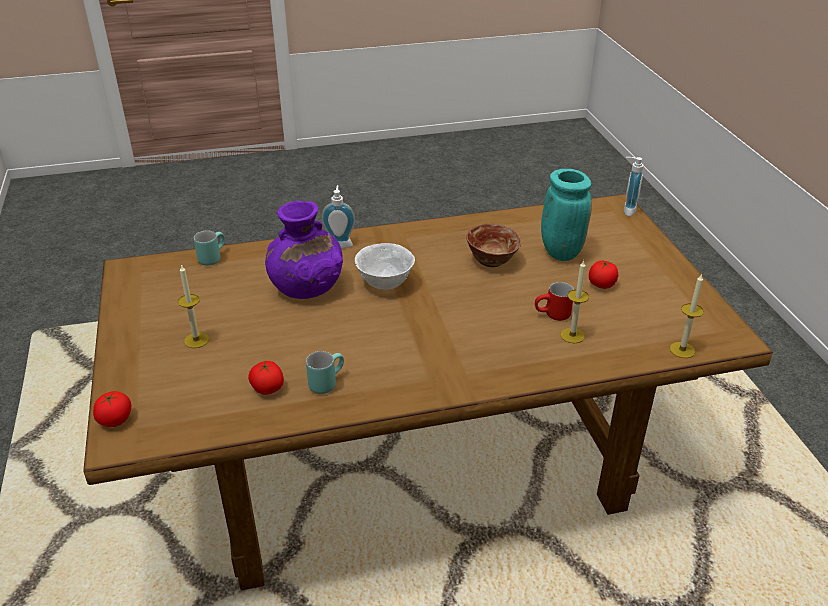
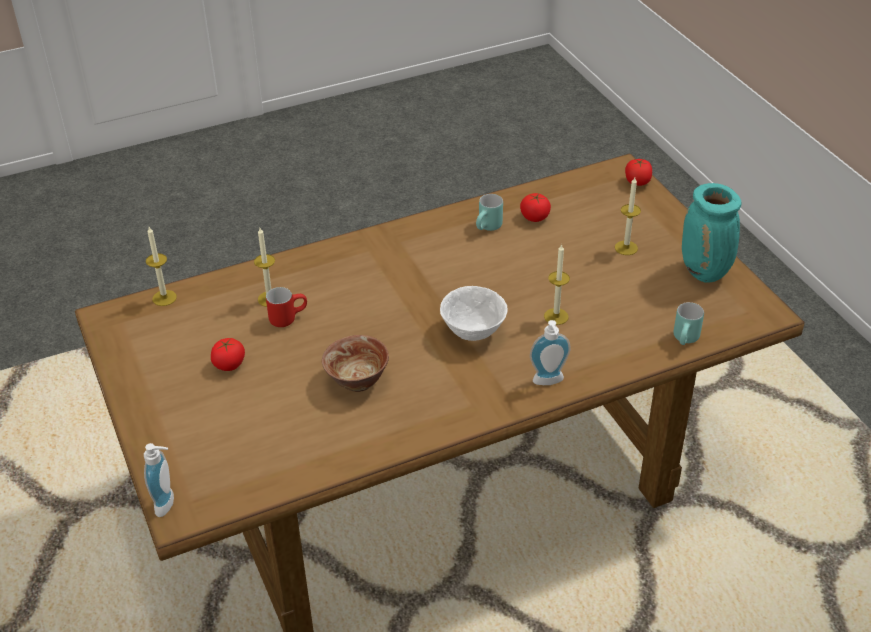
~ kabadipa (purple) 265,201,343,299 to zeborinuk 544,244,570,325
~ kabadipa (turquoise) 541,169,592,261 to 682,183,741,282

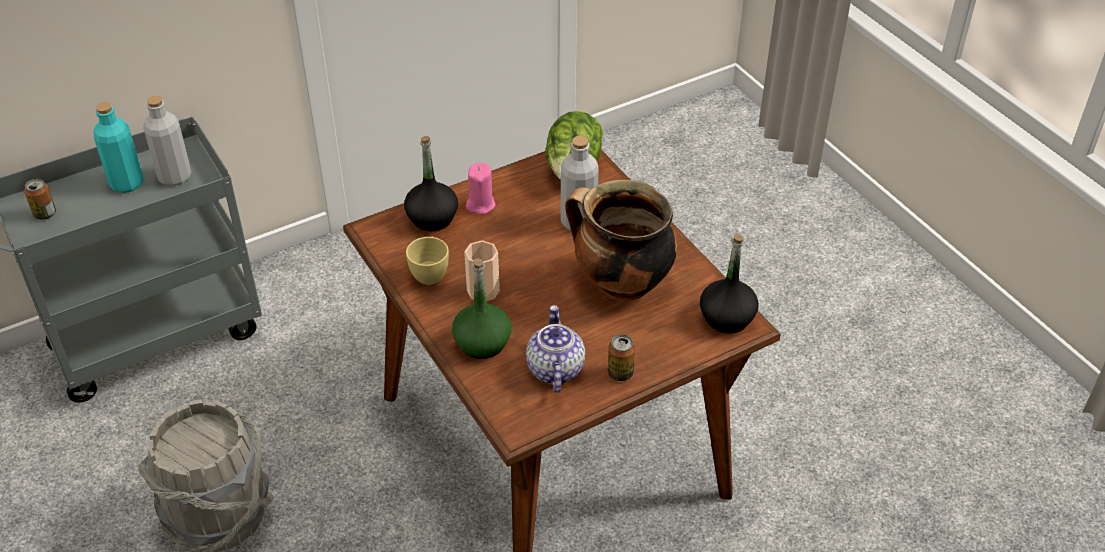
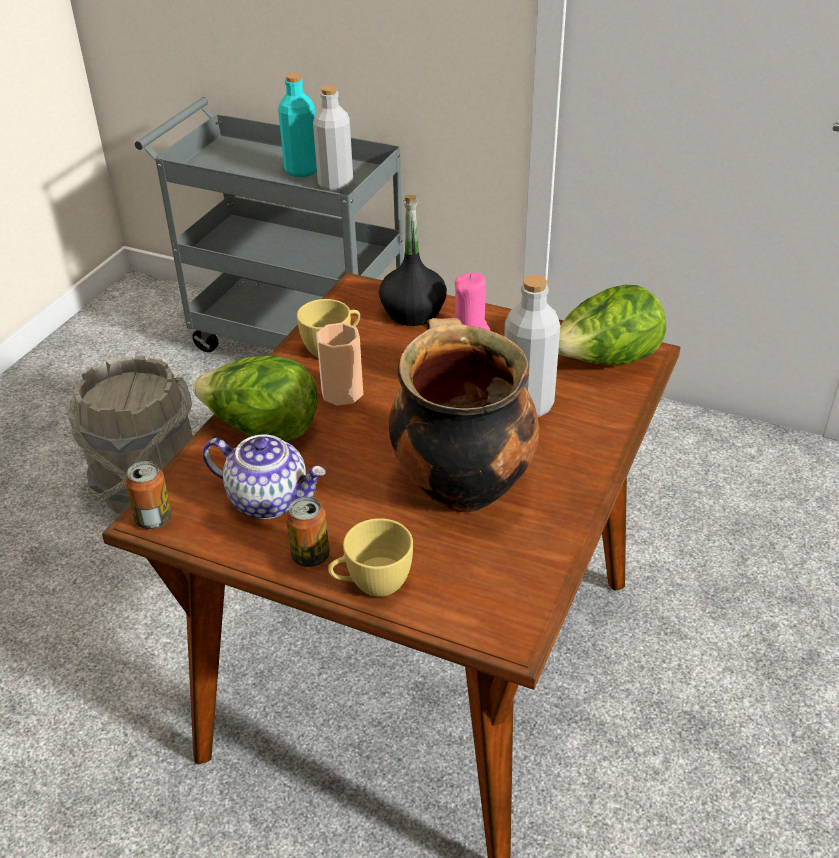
~ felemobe 24,179,56,220 to 125,461,172,529
~ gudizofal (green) 452,258,511,359 to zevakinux 193,356,317,441
~ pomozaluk 526,305,585,393 = 203,434,326,519 60 degrees clockwise
- gudizofal (black) 700,234,759,334
+ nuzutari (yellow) 328,518,413,597

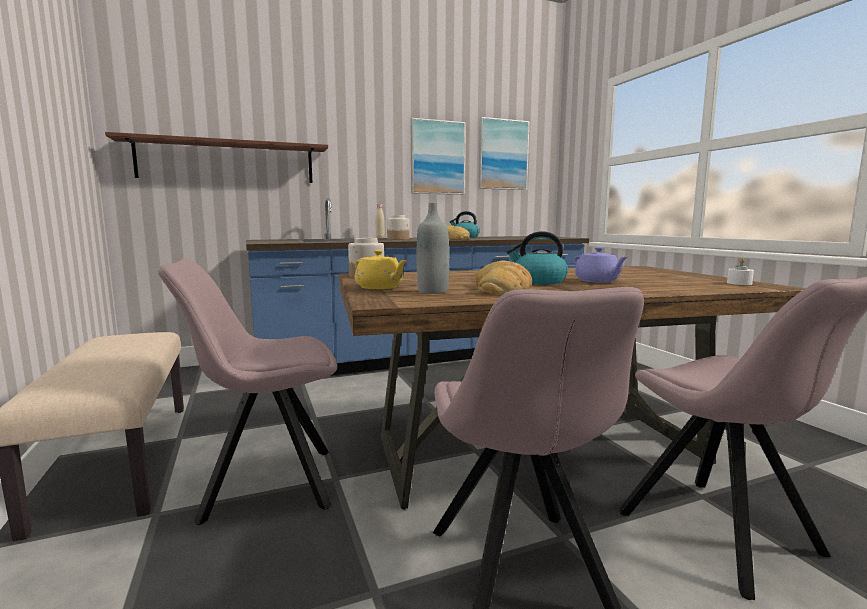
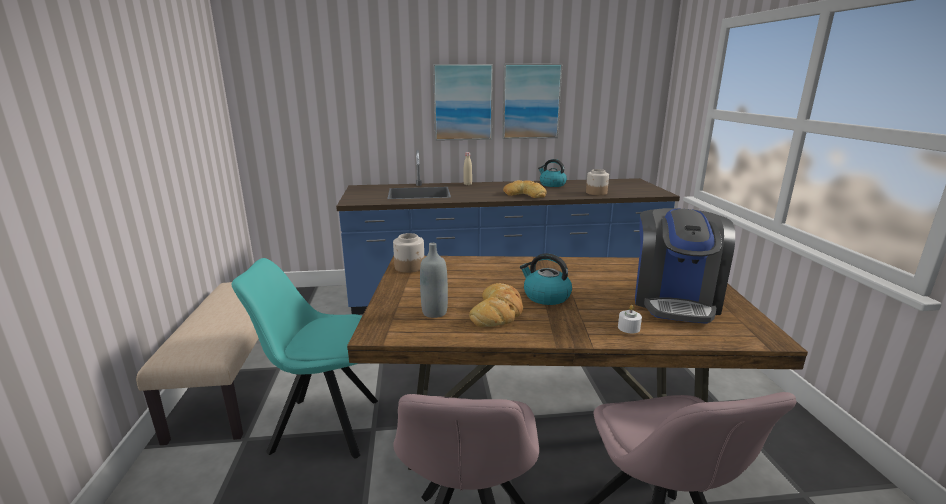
- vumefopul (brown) 105,132,328,183
~ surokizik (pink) 158,259,337,525 to surokizik (turquoise) 232,258,378,459
- pomozaluk (yellow) 355,250,408,289
~ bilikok 387,215,409,240 to 586,169,609,195
~ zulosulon 478,117,529,190 to 433,64,493,141
- pomozaluk (purple) 574,247,628,283
~ zeborinuk (white) 727,258,754,285 to 618,305,642,333
+ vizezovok 635,208,735,324

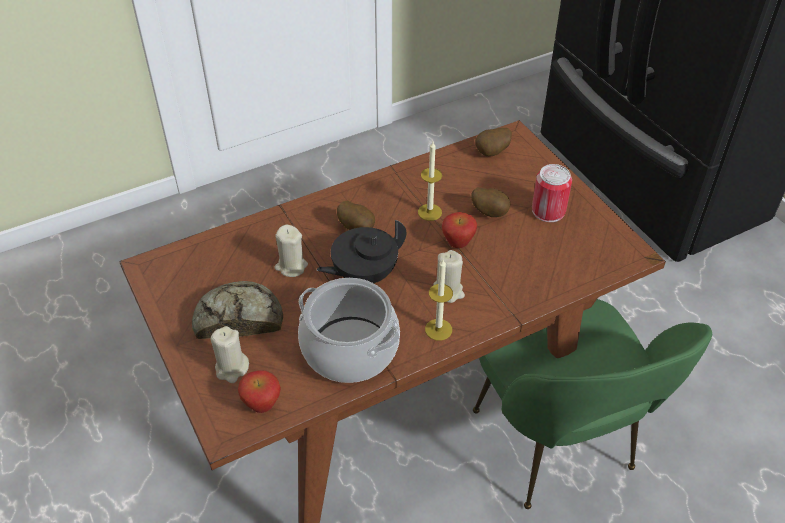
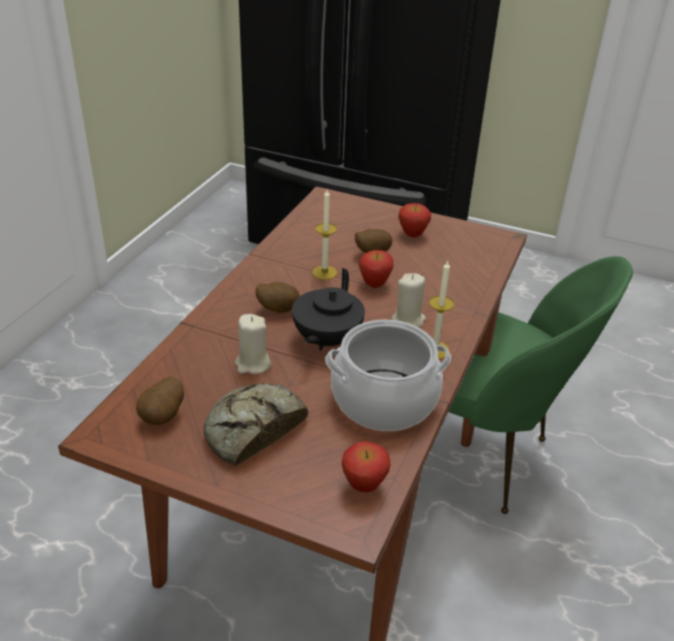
- zeborinuk (beige) 211,326,249,383
~ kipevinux 475,128,512,156 to 136,377,184,425
~ felemobe 532,164,572,222 to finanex 398,203,431,238

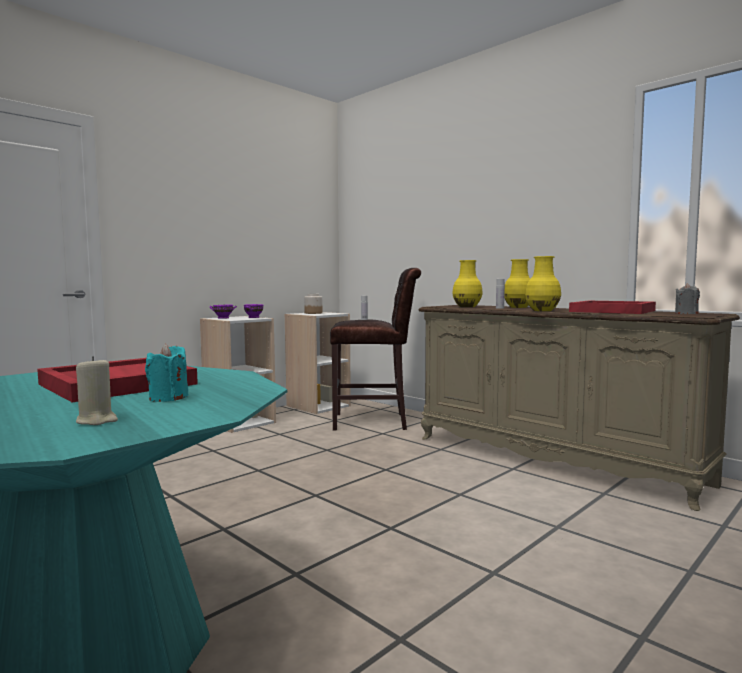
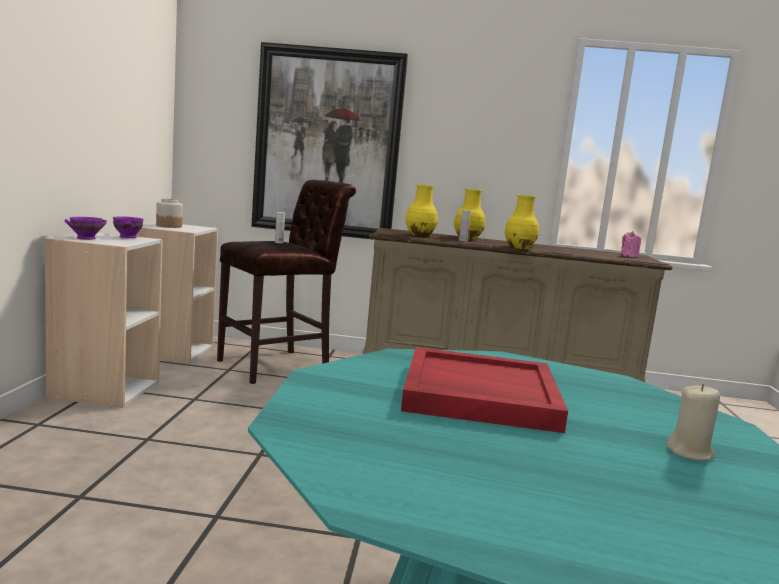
- zeborinuk (turquoise) 145,344,188,402
- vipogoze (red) 569,301,656,314
~ zeborinuk (grey) 675,284,700,314 to zeborinuk (pink) 621,231,641,257
+ zulosulon 251,42,408,240

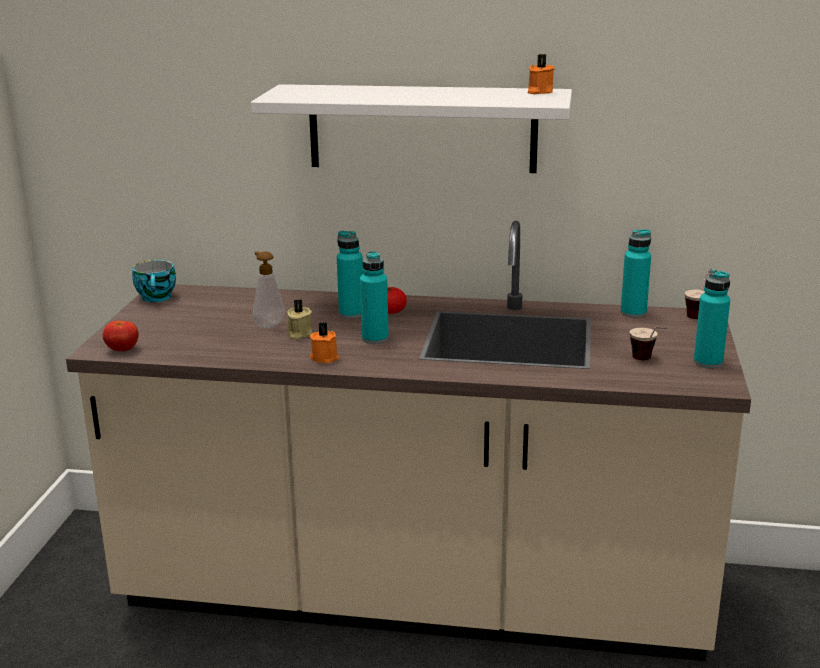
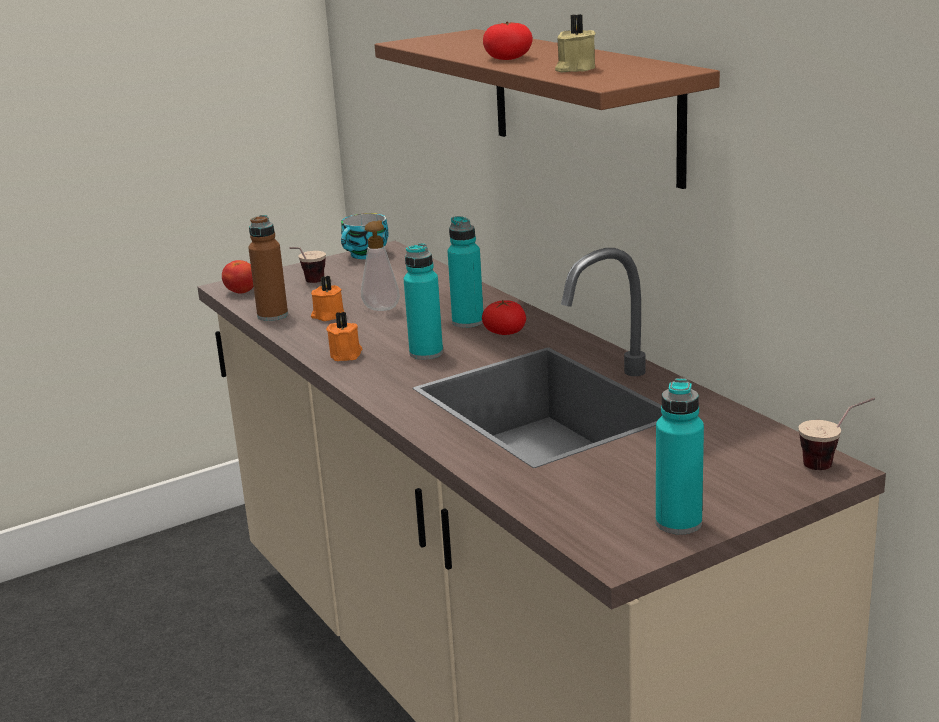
~ vumefopul (white) 251,84,572,173 to vumefopul (brown) 375,29,720,189
~ zeborinuk (beige) 287,299,312,340 to 555,14,595,73
~ zeborinuk (orange) 528,54,555,94 to 311,275,344,321
- gudizofal (turquoise) 621,229,651,318
~ nuzutari 630,327,667,360 to 289,247,326,283
+ gudizofal (brown) 248,215,288,321
+ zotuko 483,22,533,60

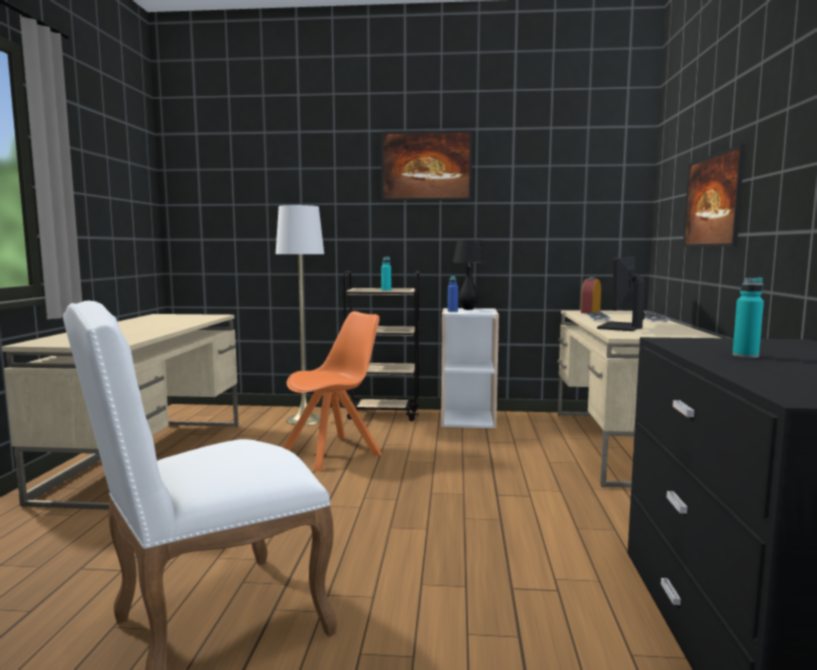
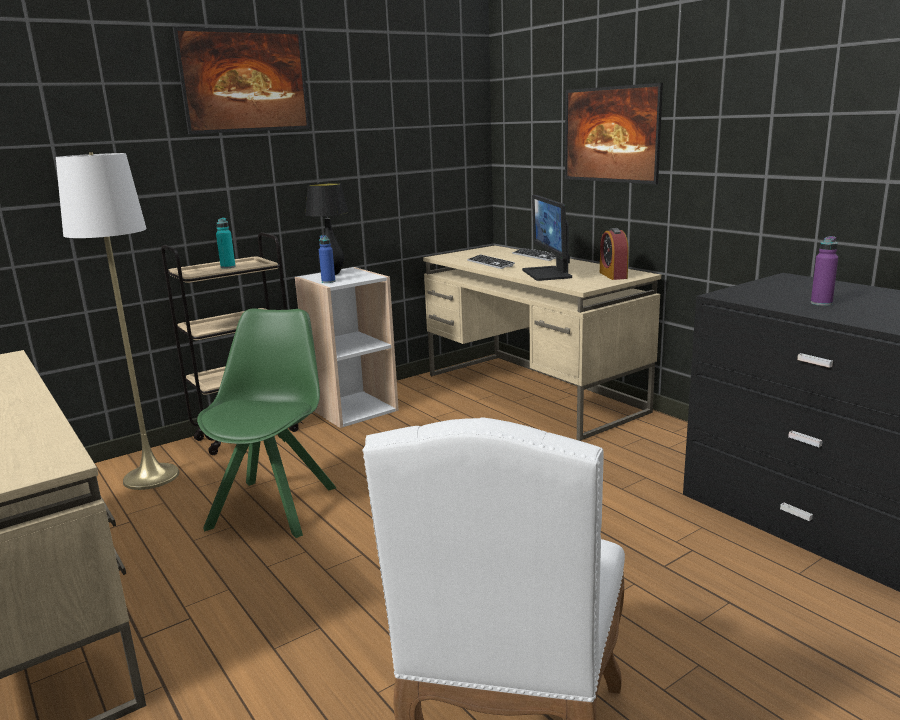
~ surokizik (orange) 284,311,382,471 to surokizik (green) 197,308,336,538
~ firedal 581,277,601,314 to 600,228,629,280
~ gudizofal (turquoise) 732,278,764,358 to gudizofal (purple) 811,236,838,306

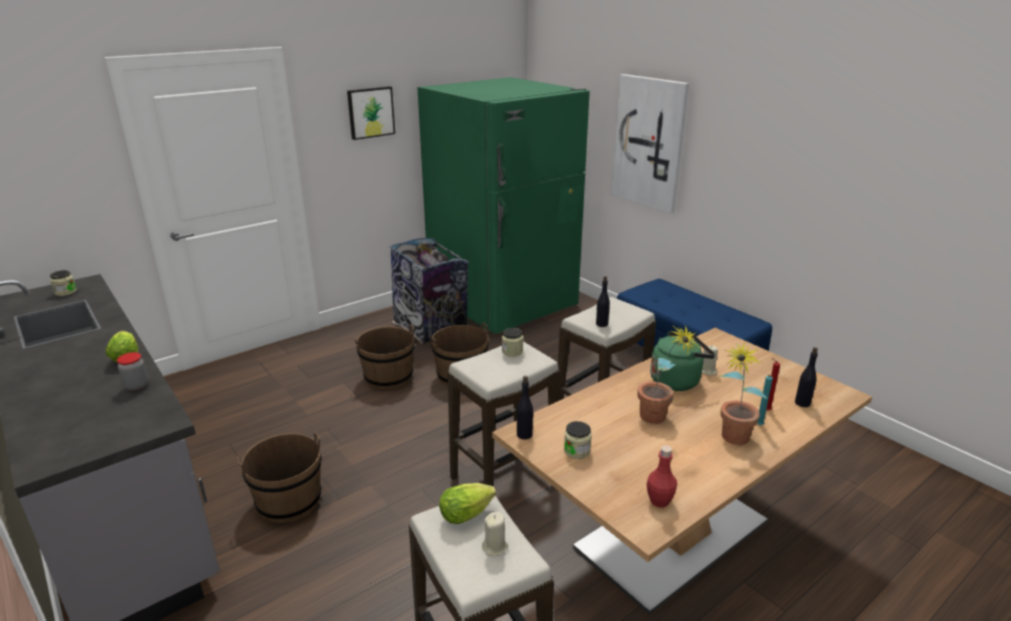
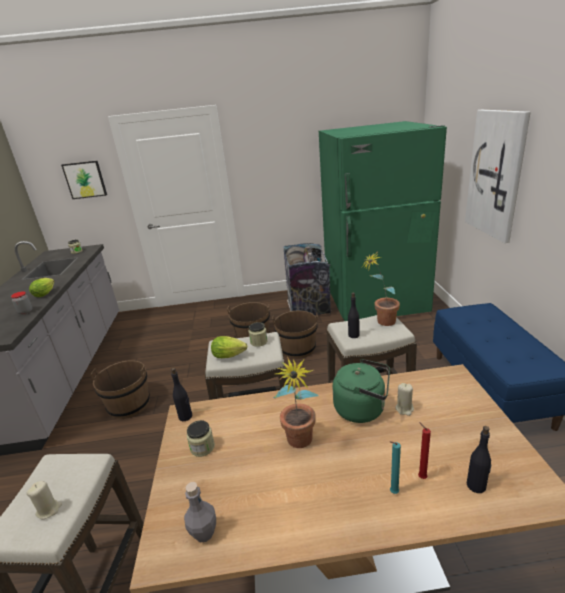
~ zulosulon 347,86,395,140 to 61,161,107,199
~ zevakinux 439,483,496,524 to 211,336,247,358
~ gudizofal (red) 647,445,677,507 to gudizofal (grey) 184,482,216,542
~ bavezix 719,341,767,445 to 362,253,400,326

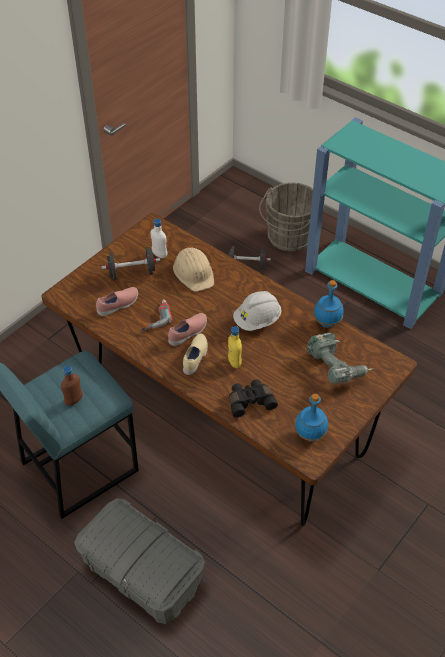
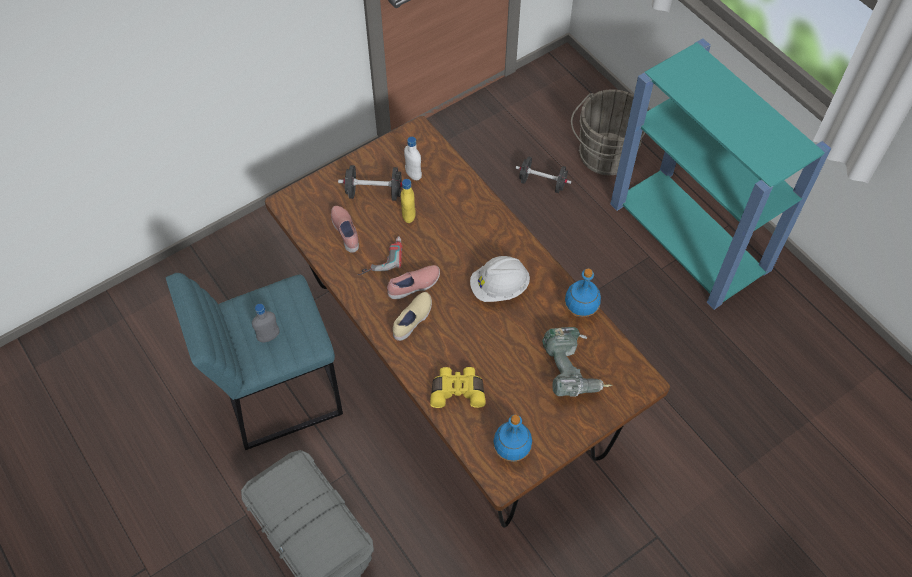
~ gudizofal (brown) 61,366,83,406 to gudizofal (grey) 252,304,279,343
~ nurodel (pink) 96,287,138,316 = 331,206,359,253 90 degrees counterclockwise
- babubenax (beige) 173,248,214,292
~ gudizofal (yellow) 228,326,242,368 to 401,179,416,223
~ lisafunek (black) 229,379,278,418 to lisafunek (yellow) 430,367,485,408

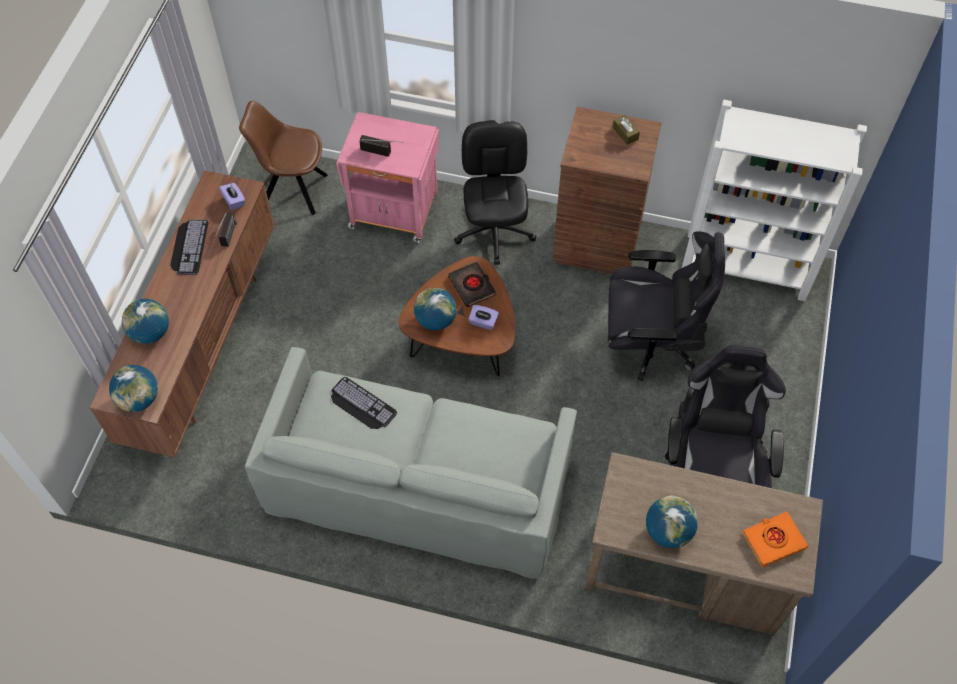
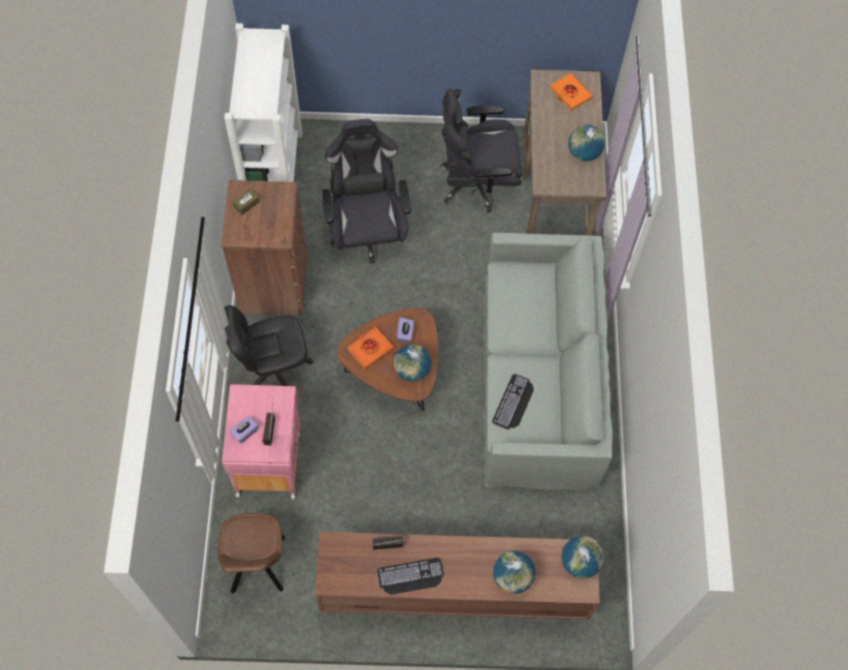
~ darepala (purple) 219,183,245,211 to 230,416,259,443
~ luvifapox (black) 448,262,496,307 to luvifapox (orange) 347,327,394,370

